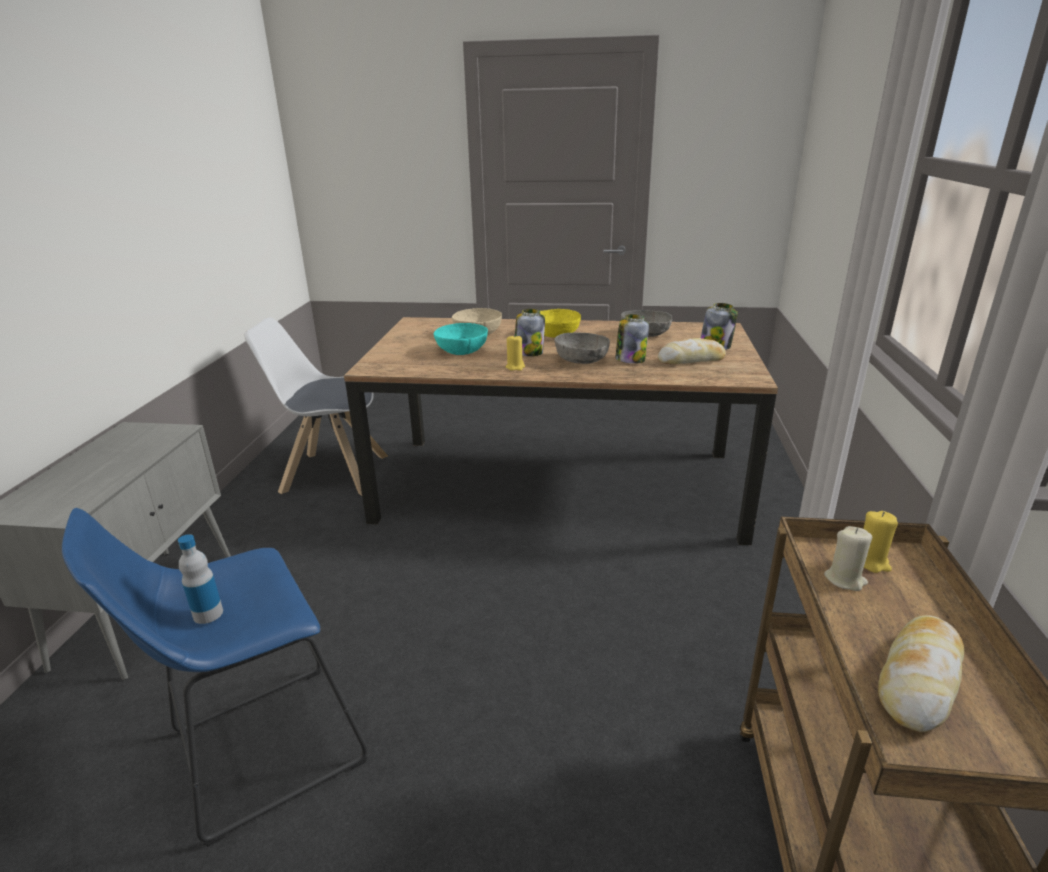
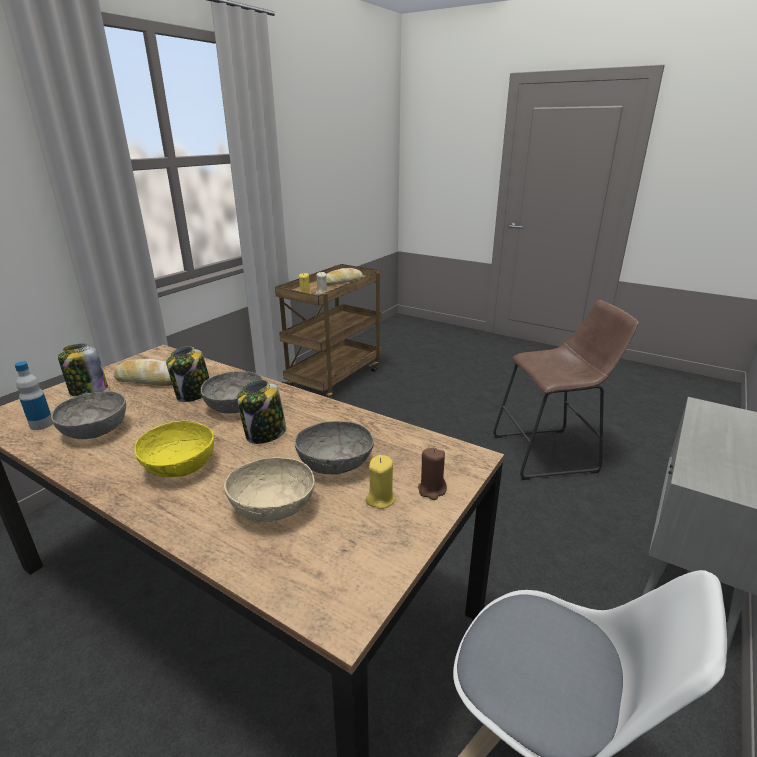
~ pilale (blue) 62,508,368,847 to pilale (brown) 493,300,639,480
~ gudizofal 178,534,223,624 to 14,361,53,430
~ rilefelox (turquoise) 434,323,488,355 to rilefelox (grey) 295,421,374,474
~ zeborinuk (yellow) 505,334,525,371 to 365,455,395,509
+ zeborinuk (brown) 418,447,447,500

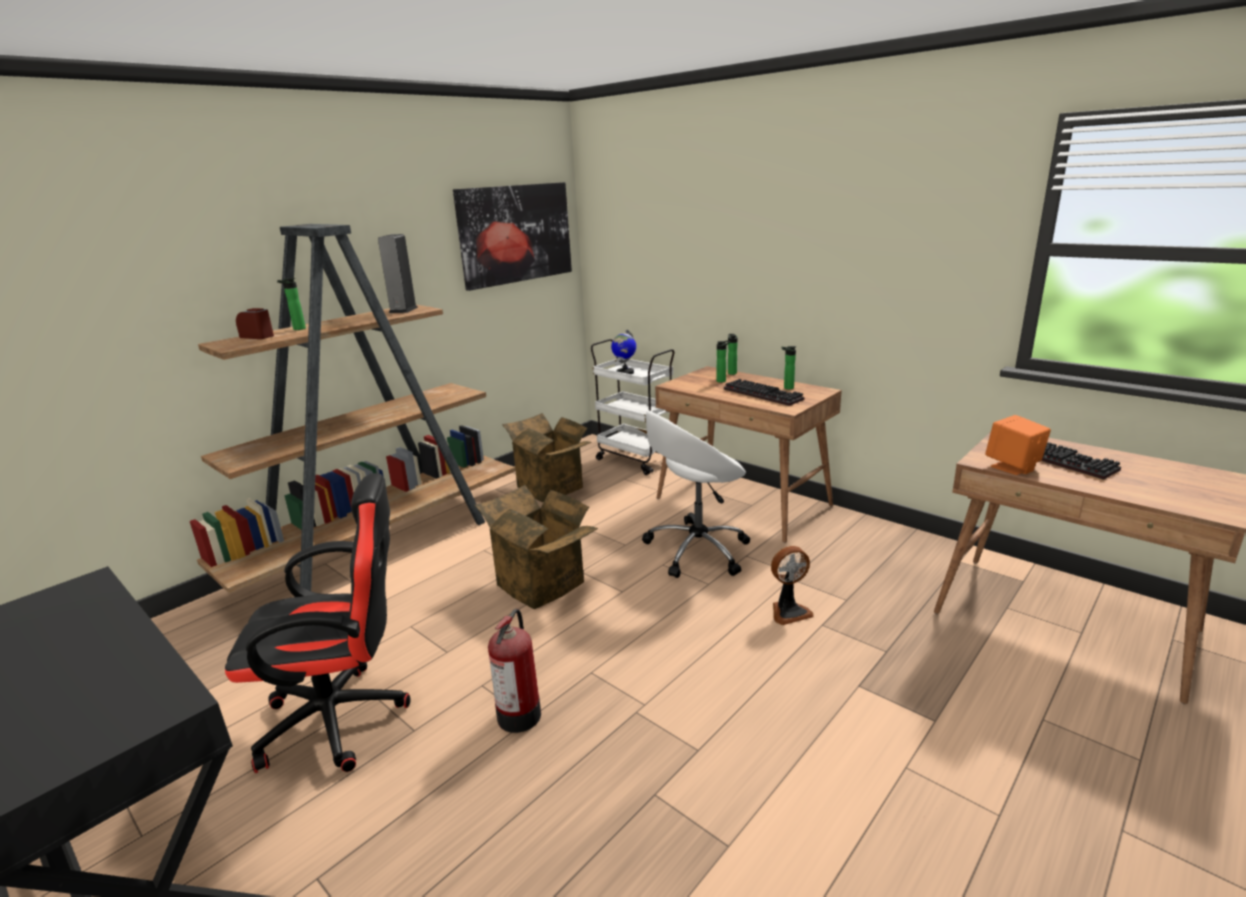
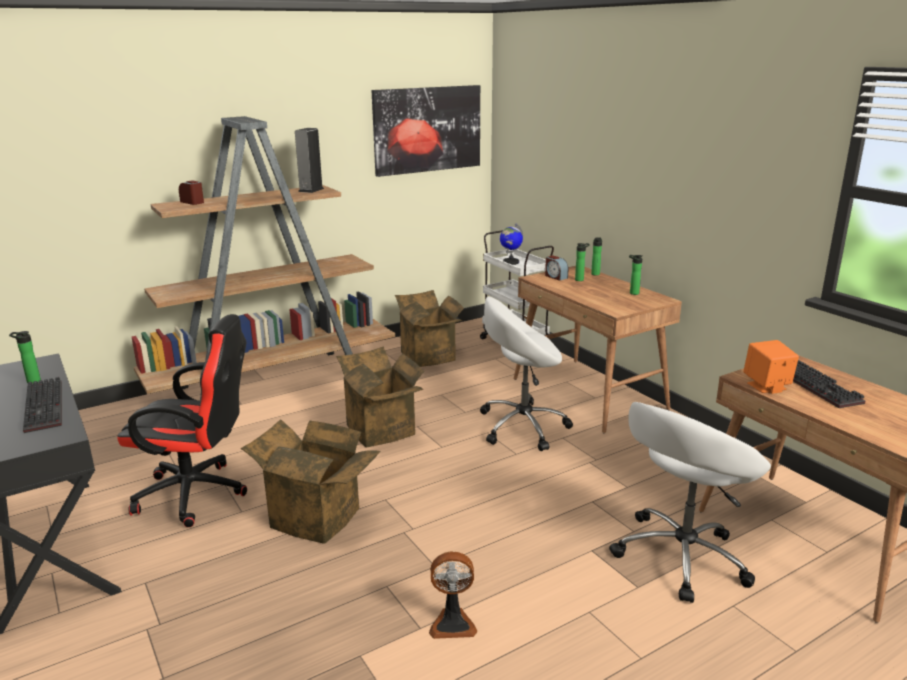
~ gudizofal 277,278,306,330 to 9,331,41,384
~ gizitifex 488,608,541,733 to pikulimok 241,419,380,544
~ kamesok 724,379,804,406 to 23,377,62,433
~ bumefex 771,546,814,625 to 429,552,477,639
+ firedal 545,255,568,281
+ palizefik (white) 609,402,771,603

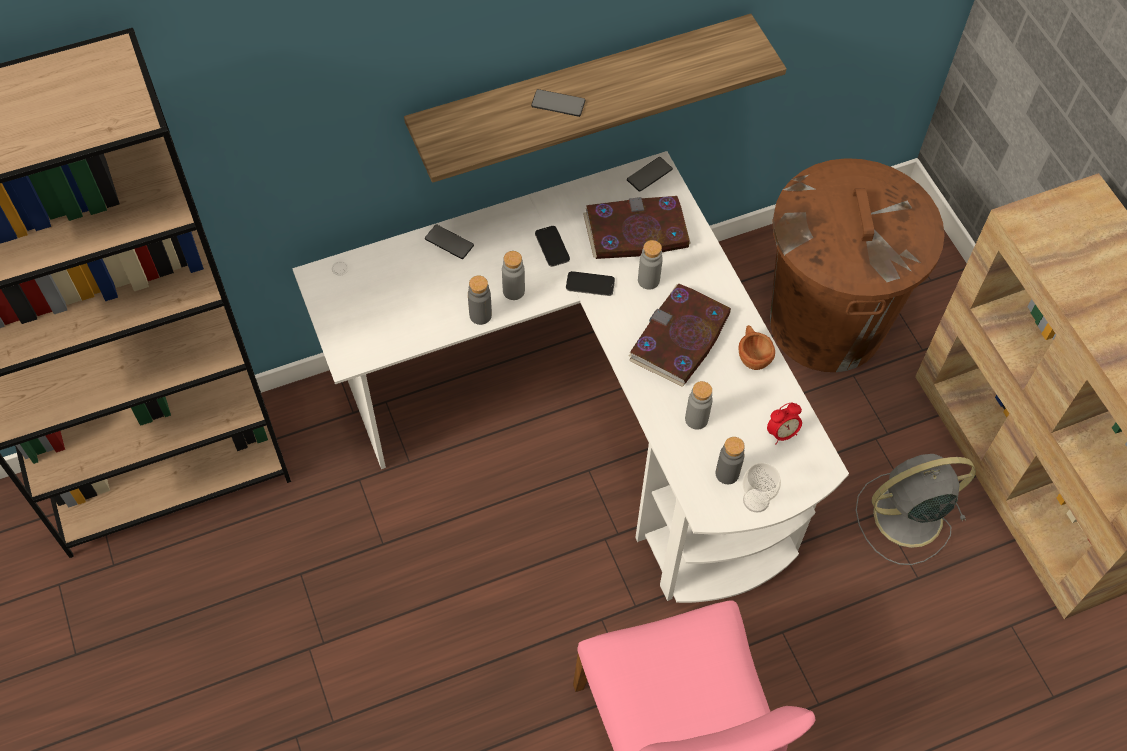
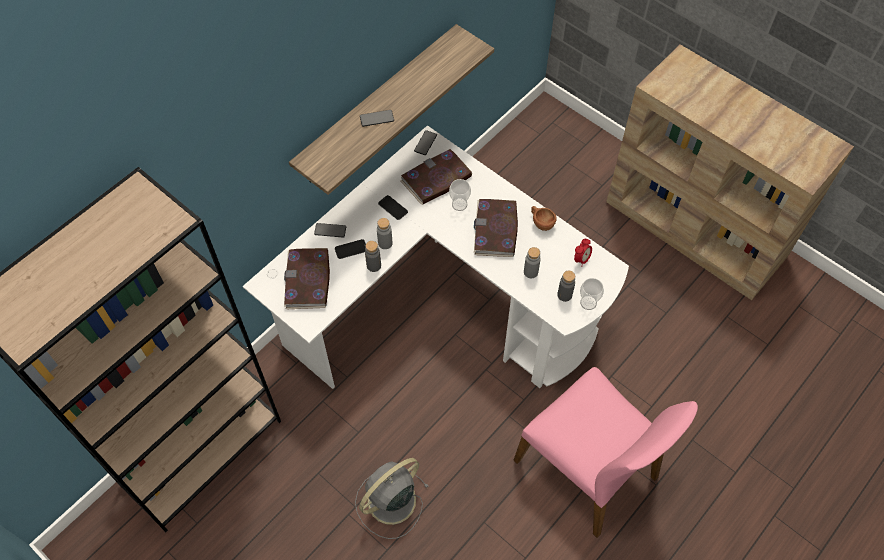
~ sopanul 566,271,615,296 to 335,239,366,259
~ gudizofal (grey) 638,240,663,290 to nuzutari 449,179,471,211
- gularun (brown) 770,158,945,372
~ bumefex (grey) 856,454,976,565 to 355,458,429,539
+ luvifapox 284,248,330,309

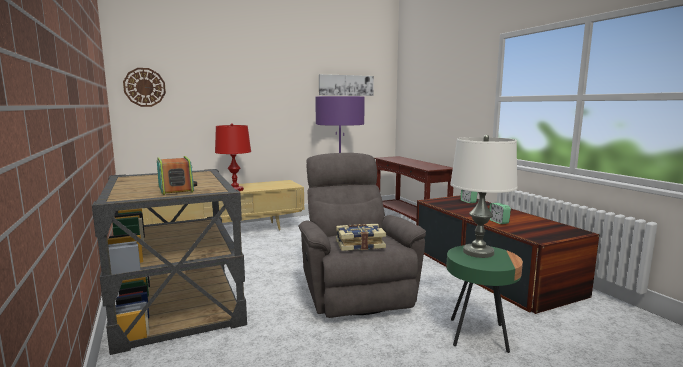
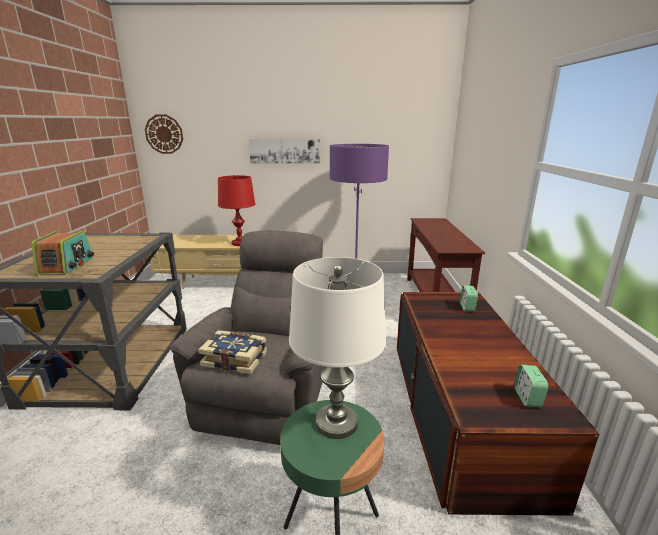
~ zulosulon 319,74,374,96 to 249,139,320,164
~ firedal 489,203,511,224 to 514,365,548,407

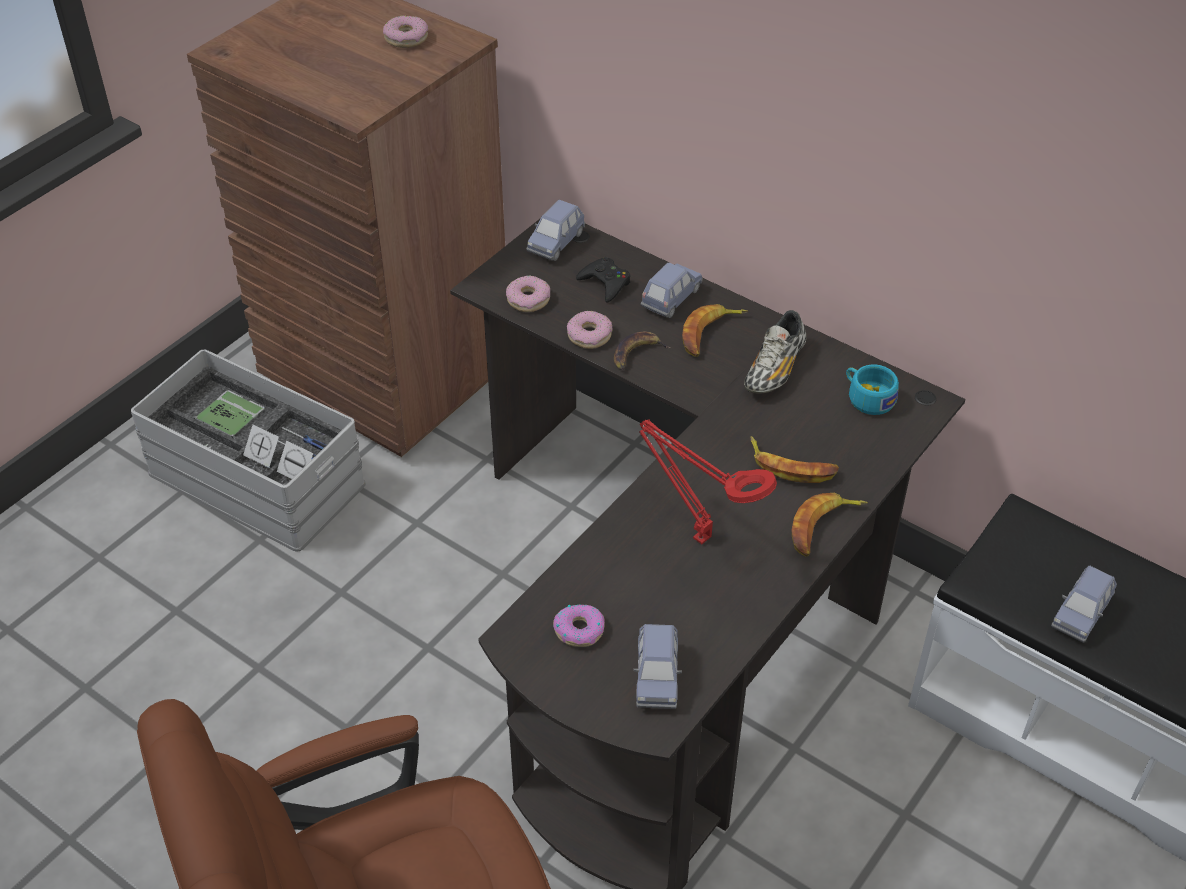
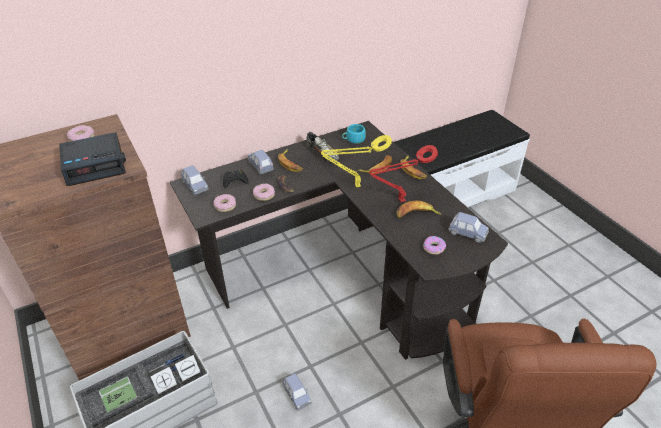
~ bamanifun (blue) 1051,566,1117,643 to 282,373,312,411
+ firedal 59,132,126,186
+ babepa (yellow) 321,135,392,187
+ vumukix 397,201,442,218

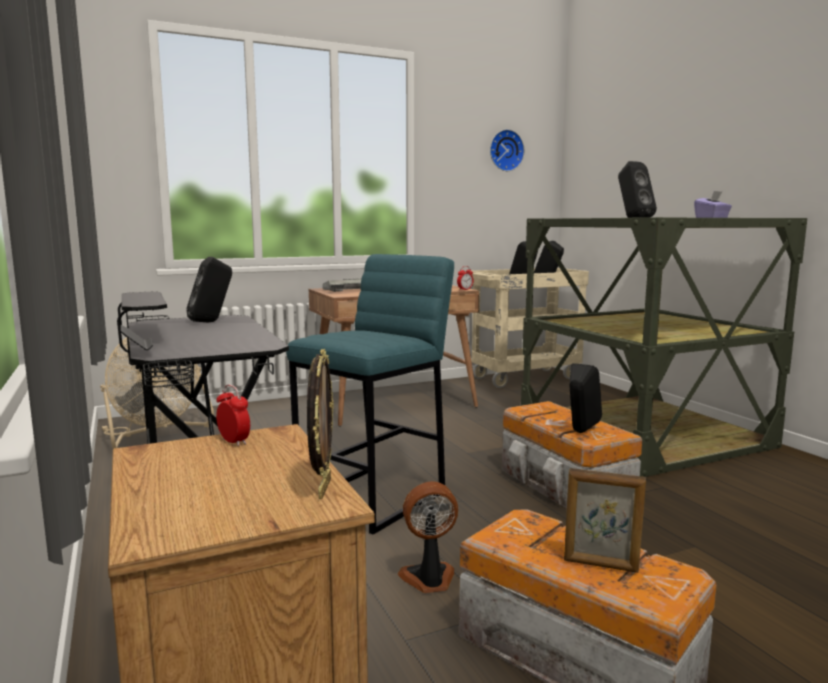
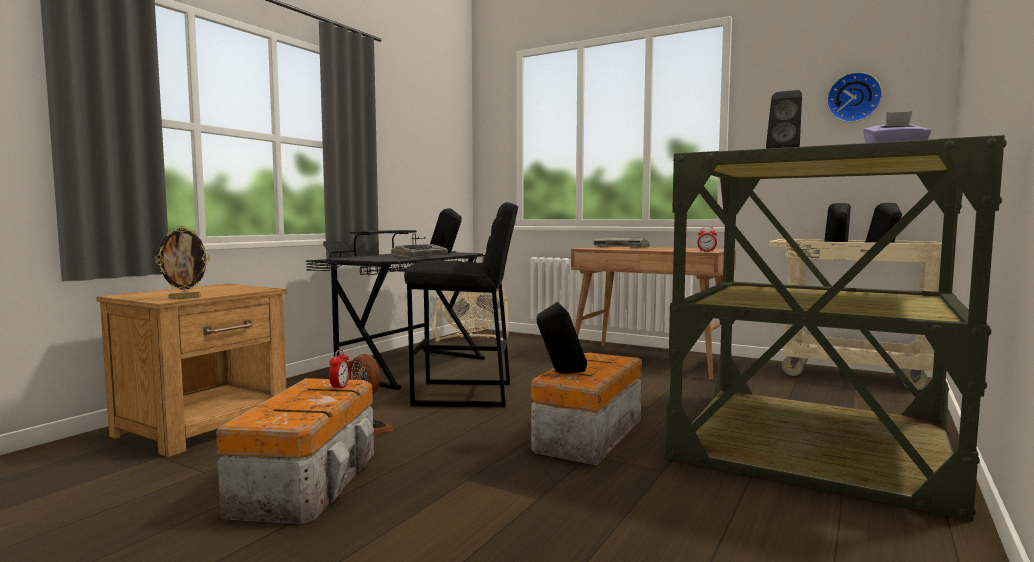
~ firedal 216,385,250,447 to 329,349,350,391
~ pilale (turquoise) 286,254,454,535 to pilale (black) 404,202,518,407
- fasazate 564,468,646,573
+ kamesok 391,244,448,258

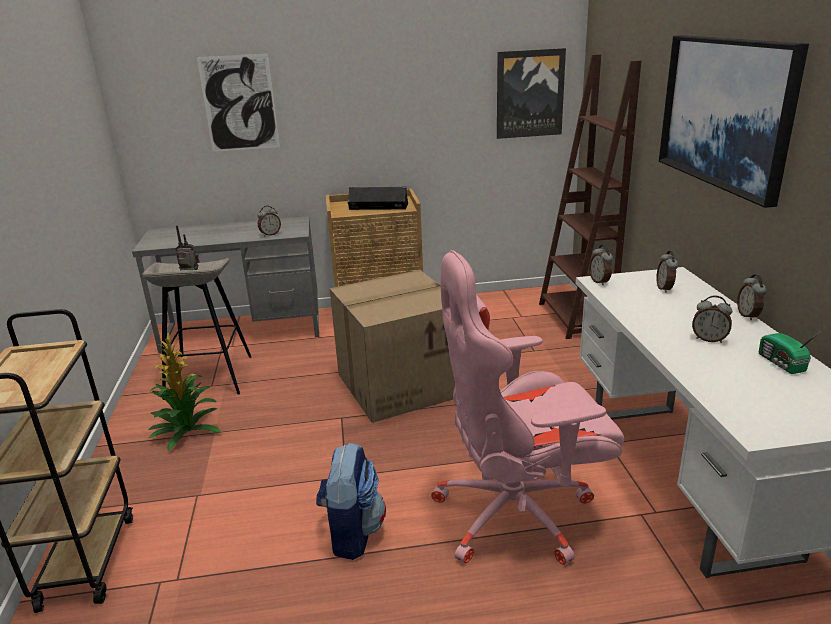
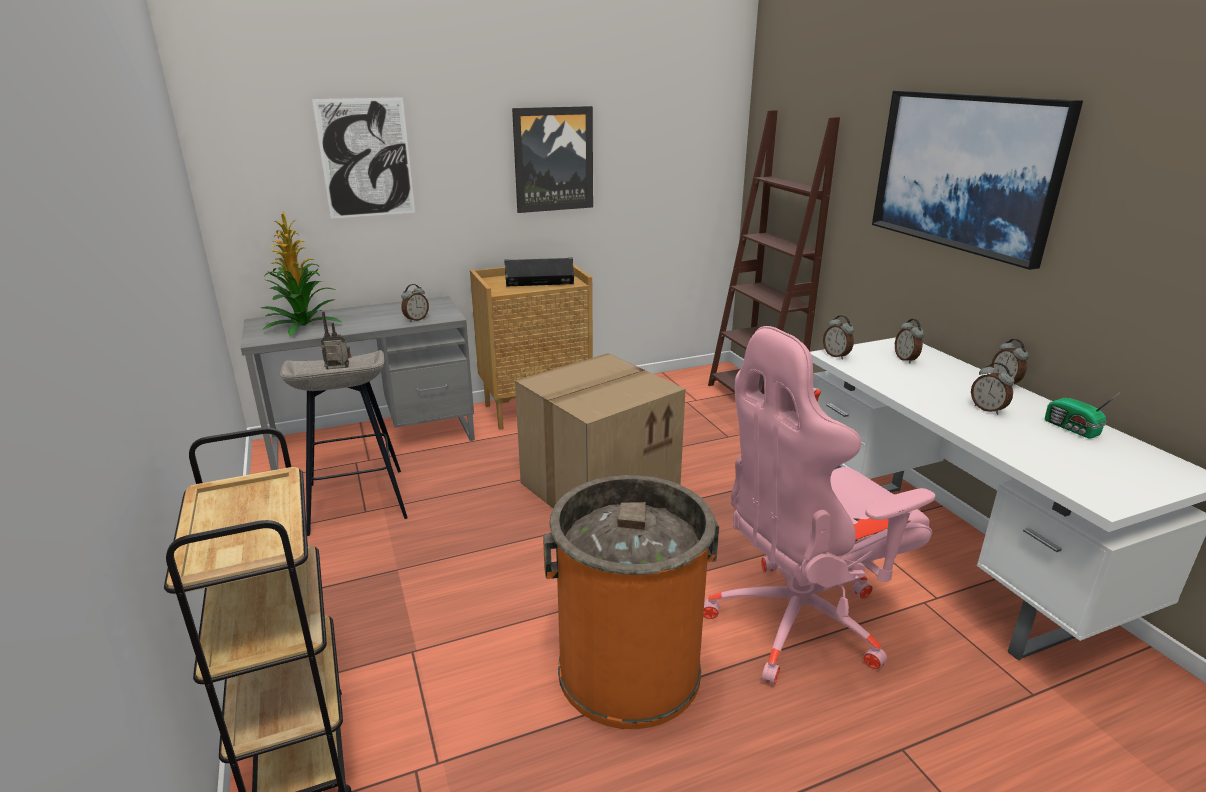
~ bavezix 148,333,221,451 to 261,211,342,336
~ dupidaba 316,443,386,560 to gularun (orange) 543,475,719,729
~ zulosulon 497,48,566,139 to 512,106,593,213
~ firedal 692,296,732,343 = 971,363,1014,415 45 degrees clockwise

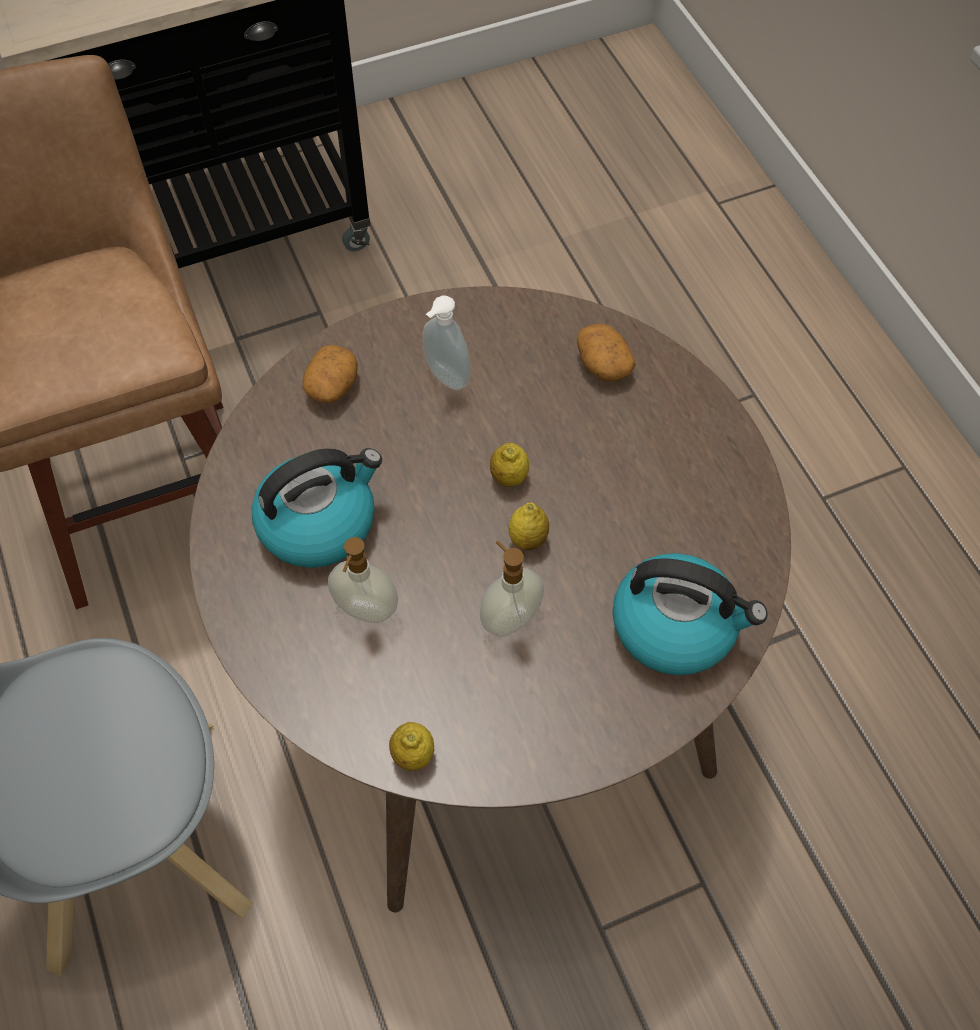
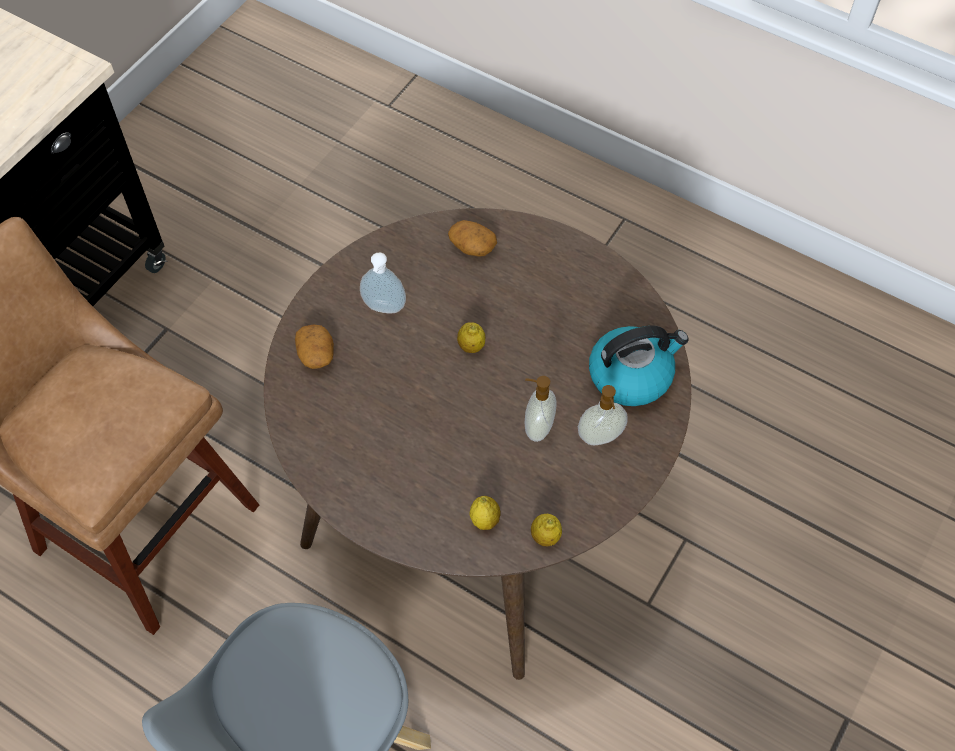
- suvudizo 252,448,382,568
~ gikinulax 328,537,398,623 to 578,385,628,445
~ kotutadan 509,503,549,550 to 470,496,501,530

